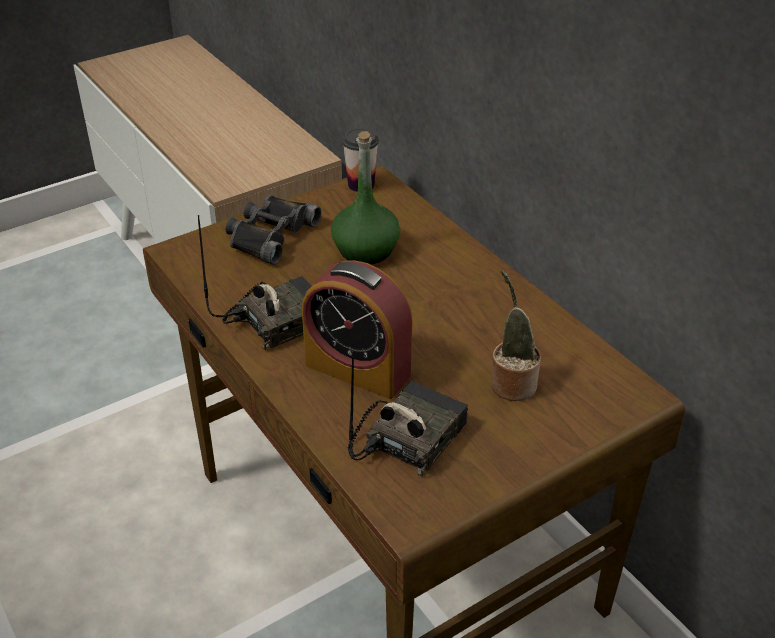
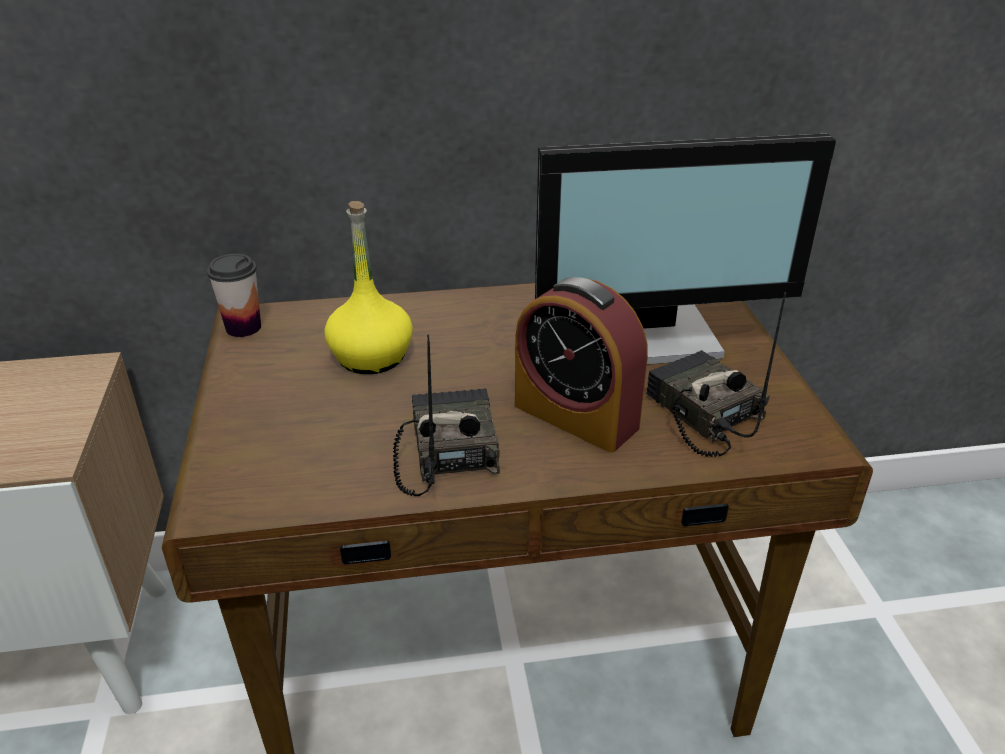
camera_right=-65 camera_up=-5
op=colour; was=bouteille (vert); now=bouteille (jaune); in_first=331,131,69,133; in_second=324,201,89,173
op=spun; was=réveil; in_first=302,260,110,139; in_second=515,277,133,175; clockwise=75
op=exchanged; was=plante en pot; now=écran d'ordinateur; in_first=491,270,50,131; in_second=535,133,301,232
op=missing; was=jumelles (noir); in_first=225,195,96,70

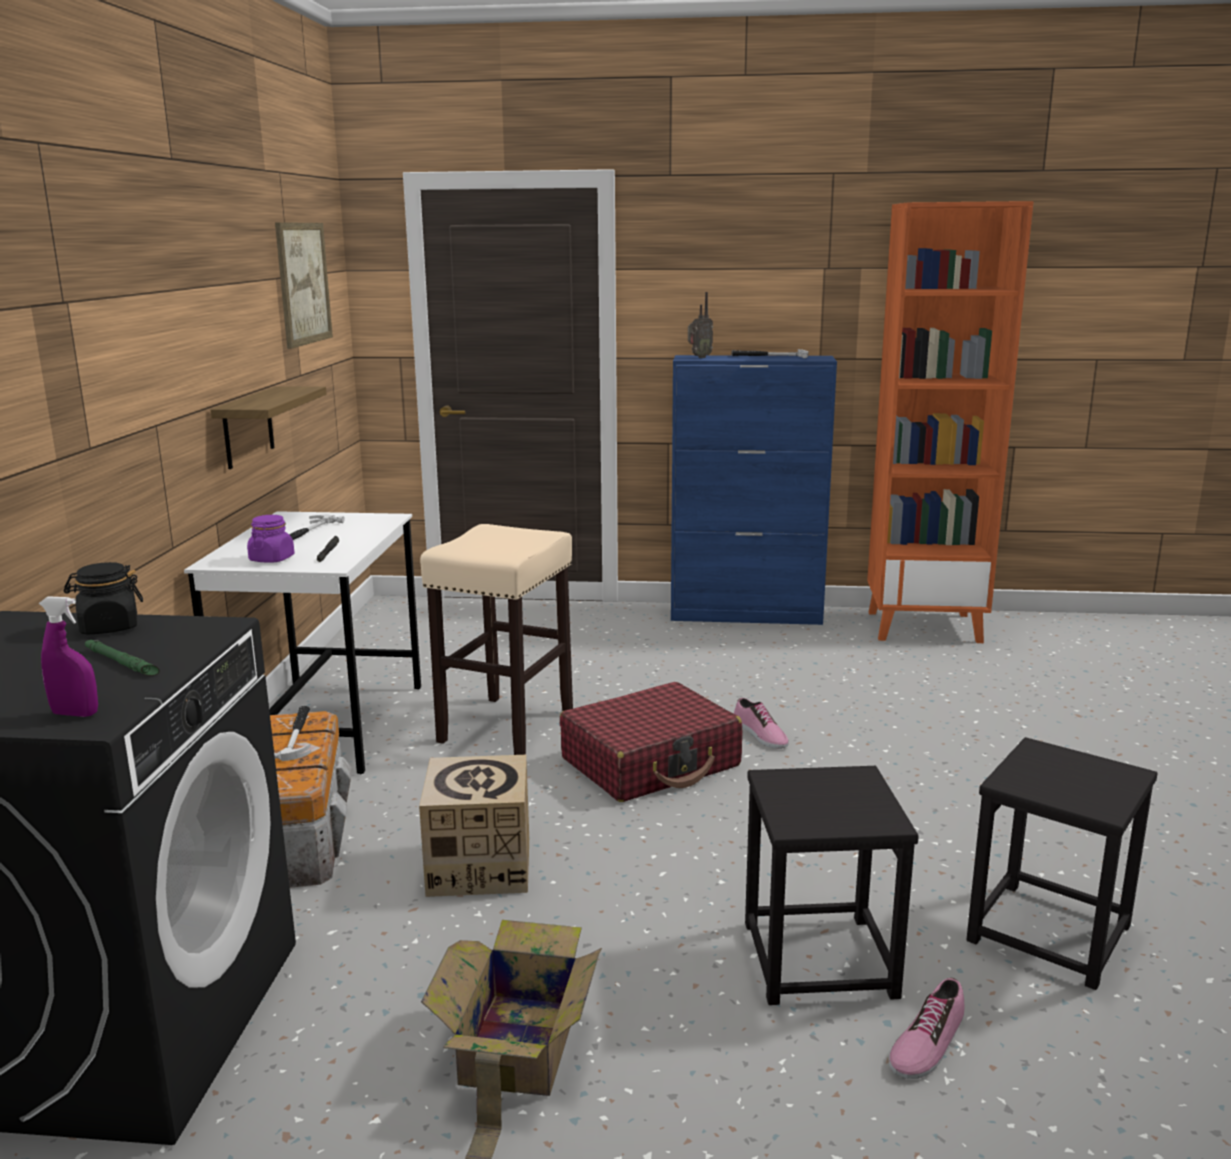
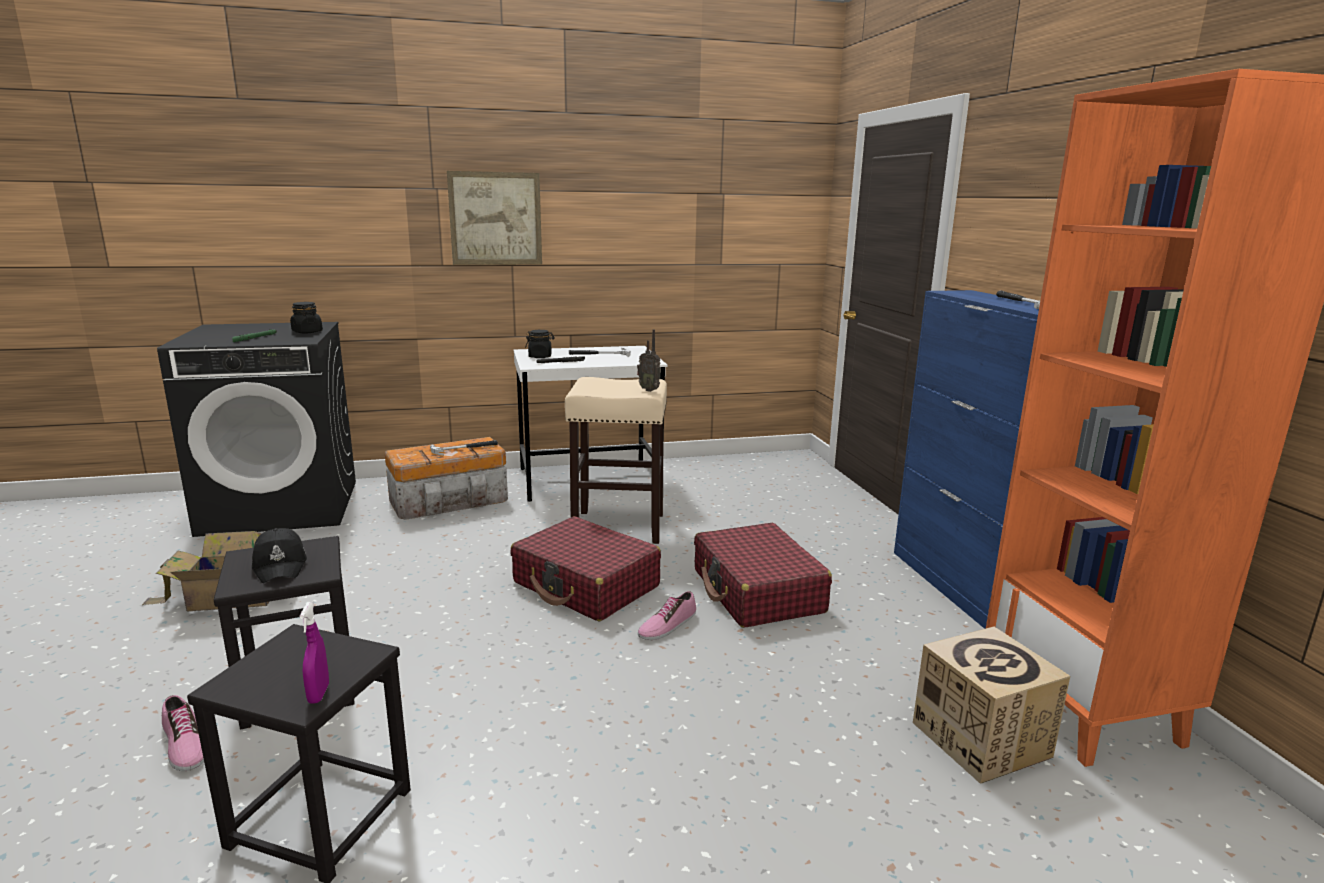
camera_right=70 camera_up=0
op=spun; was=chaussure; in_first=889,978,75,101; in_second=162,695,42,76; clockwise=-150
op=appeared; now=casquette (noir); in_second=252,528,55,55
op=relocated; was=vaporisateur (violet); in_first=39,596,59,121; in_second=299,602,30,102
op=relocated; was=tableau; in_first=275,222,58,127; in_second=447,171,95,94
op=colour; was=bocal (violet); now=bocal (noir); in_first=247,515,48,48; in_second=525,330,30,28
op=relocated; was=radio; in_first=688,292,25,66; in_second=637,329,24,63
op=appeared; now=valise (rouge); in_second=694,523,138,105
op=relocated; was=carton; in_first=419,755,110,142; in_second=913,626,157,158
op=missing; was=étagère; in_first=210,386,117,83

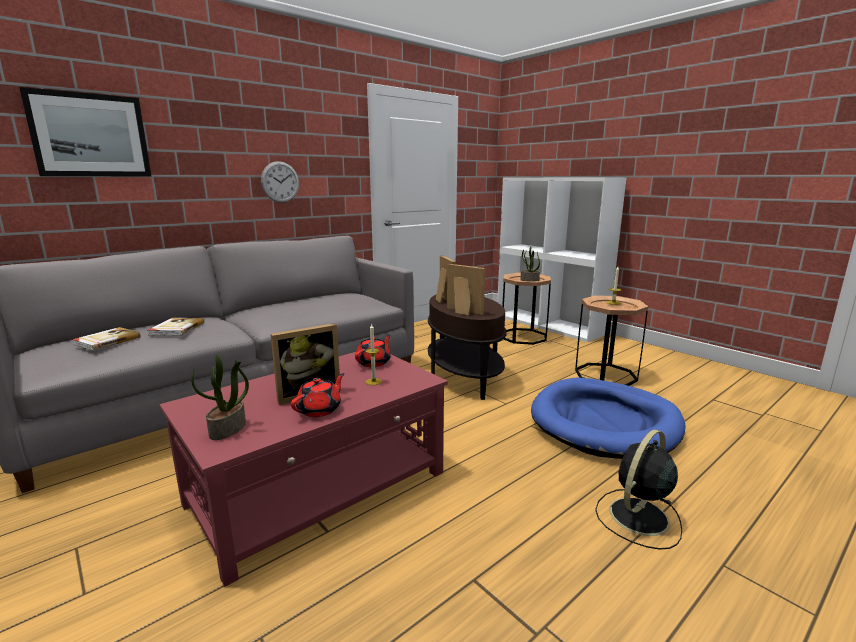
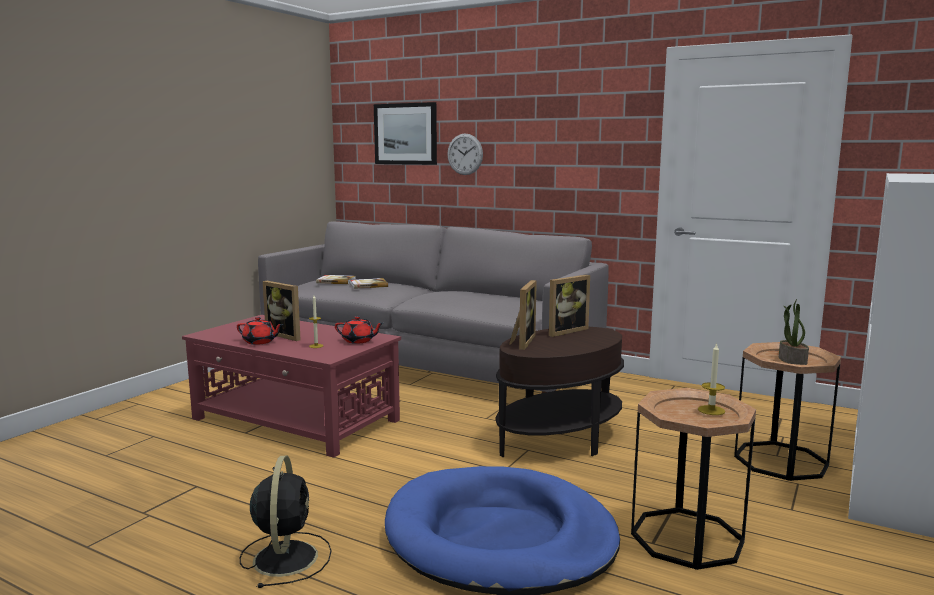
camera_right=70 camera_up=-5
op=spun; was=ventilateur (noir); in_first=595,430,87,120; in_second=239,456,92,132; clockwise=60
op=relocated; was=horloge murale; in_first=261,161,38,42; in_second=447,134,36,41
op=missing; was=plante en pot; in_first=191,354,58,86

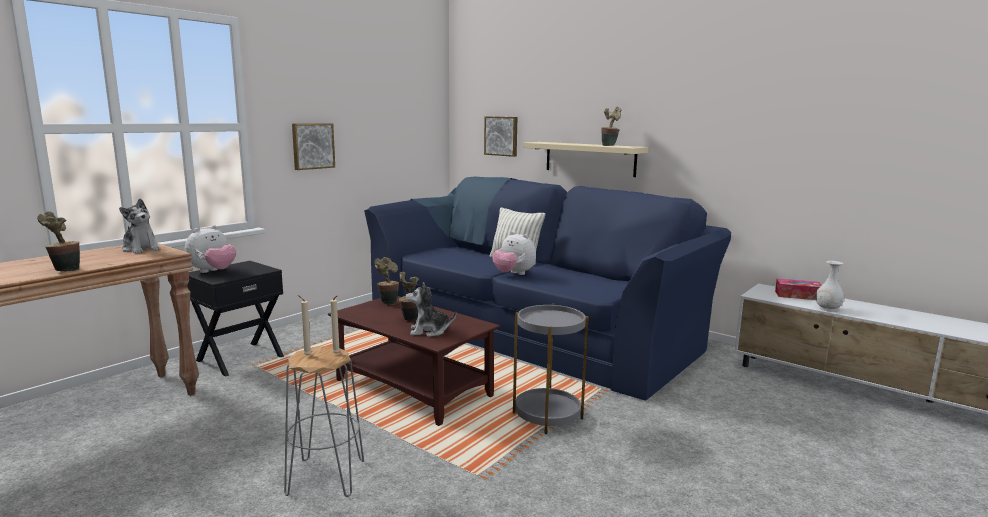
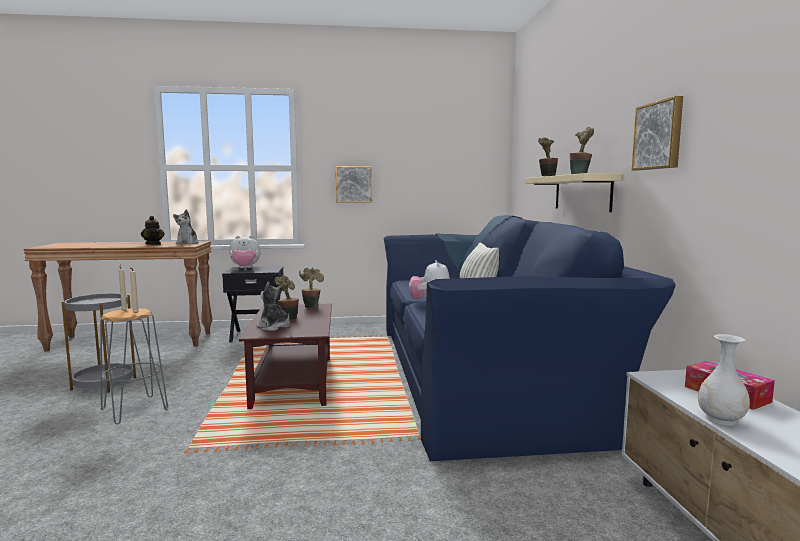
camera_right=45 camera_up=-5
op=relocated; was=table d'appoint (gris); in_first=513,303,76,131; in_second=62,293,74,100
op=appeared; now=théière; in_second=141,216,24,29
op=relocated; was=plante en pot; in_first=37,211,43,61; in_second=538,137,20,39
op=relocated; was=tableau; in_first=484,116,33,41; in_second=632,96,51,74

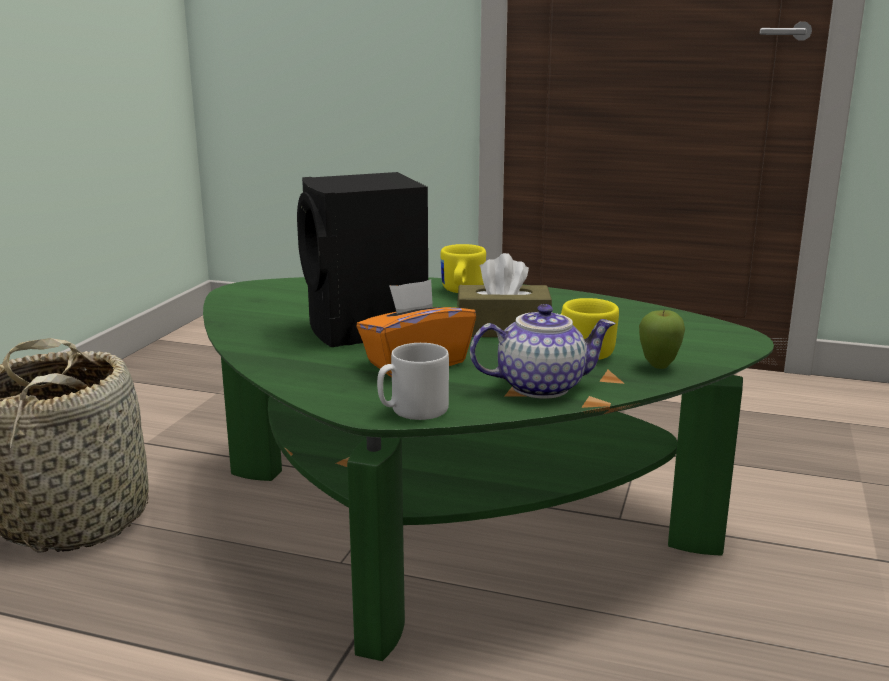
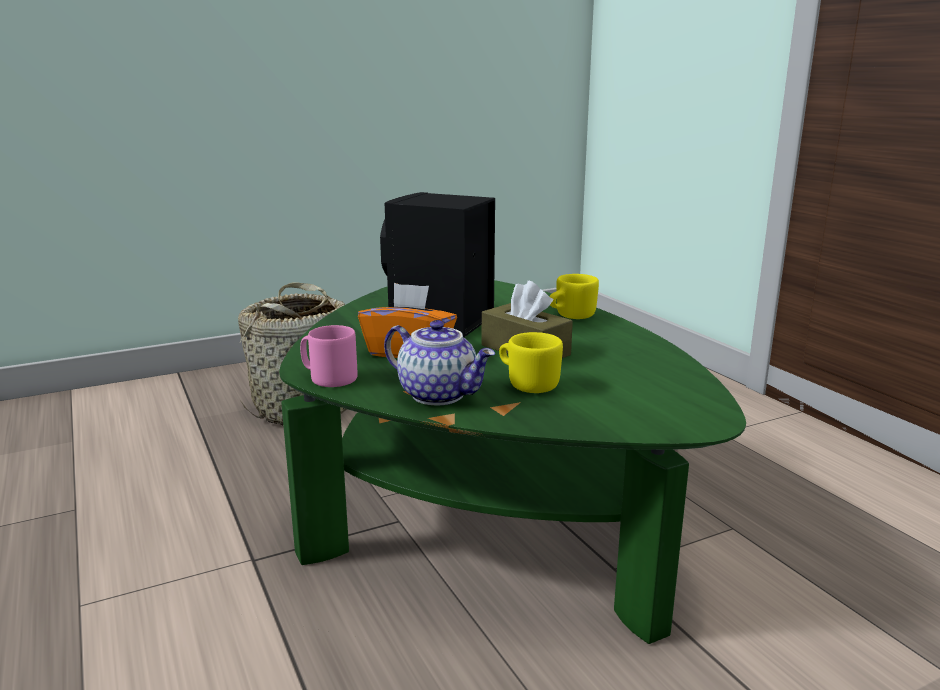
camera_right=45 camera_up=0
op=colour; was=mug (gris); now=mug (rose); in_first=377,343,72,77; in_second=300,325,58,62
op=missing; was=pomme; in_first=639,310,46,59

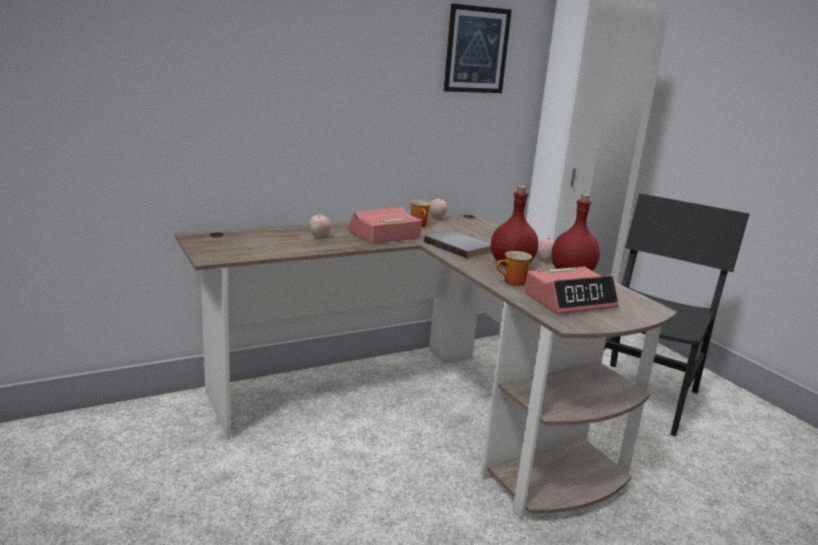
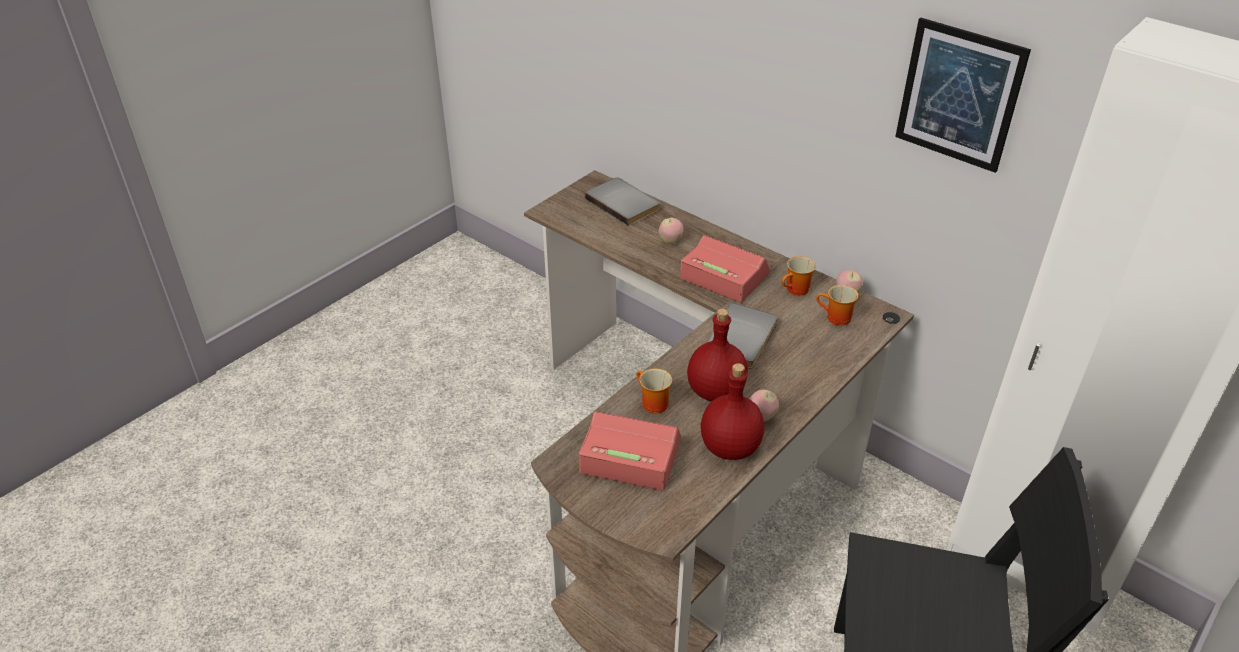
camera_right=70 camera_up=20
op=spun; was=réveil; in_first=525,267,94,47; in_second=579,411,102,79; clockwise=150
op=appeared; now=livre (gris); in_second=585,177,75,49
op=appeared; now=mug; in_second=816,285,42,41

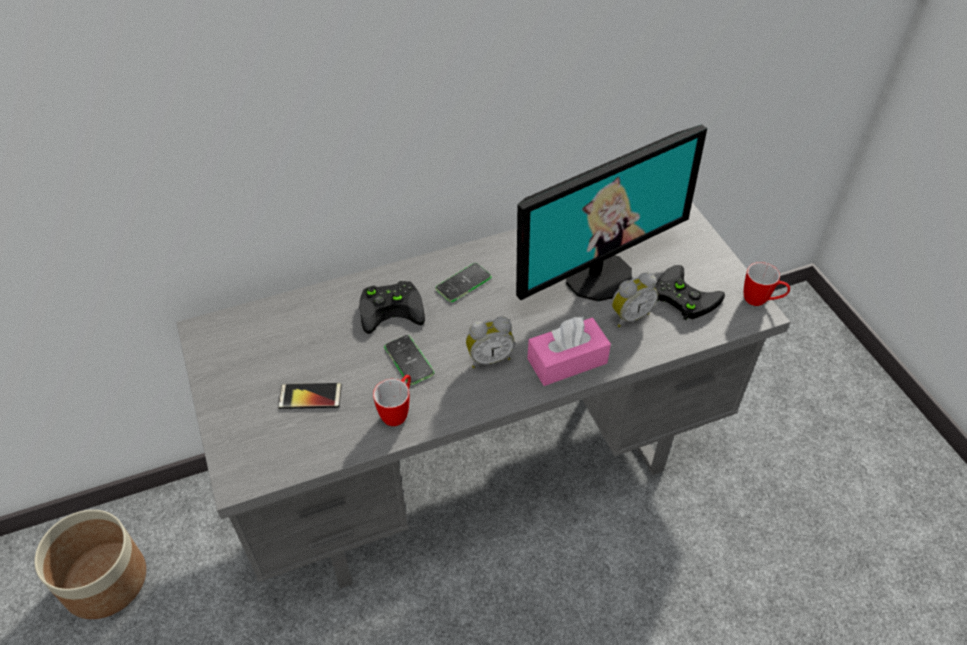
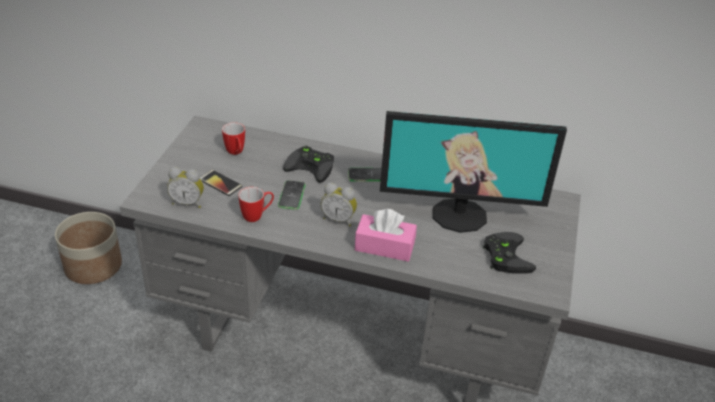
camera_right=35 camera_up=-10
op=relocated; was=réveil; in_first=612,272,46,55; in_second=167,167,37,41
op=relocated; was=mug; in_first=744,262,46,44; in_second=222,122,23,33

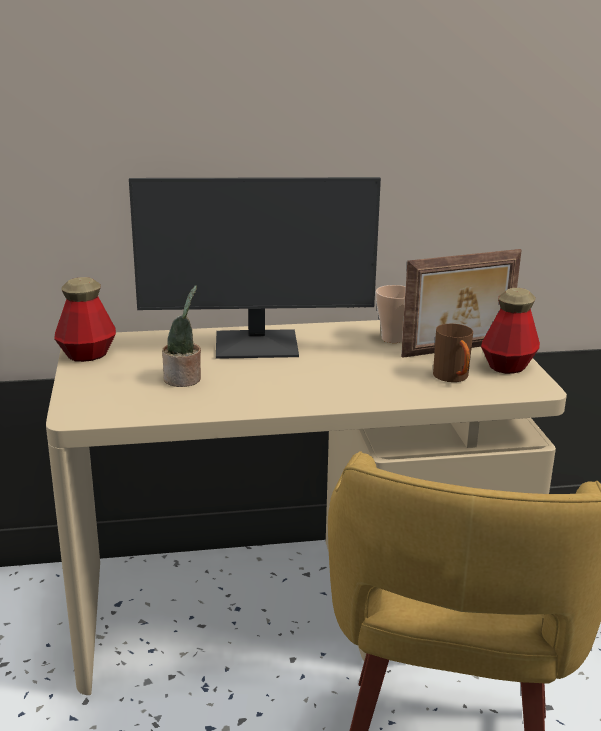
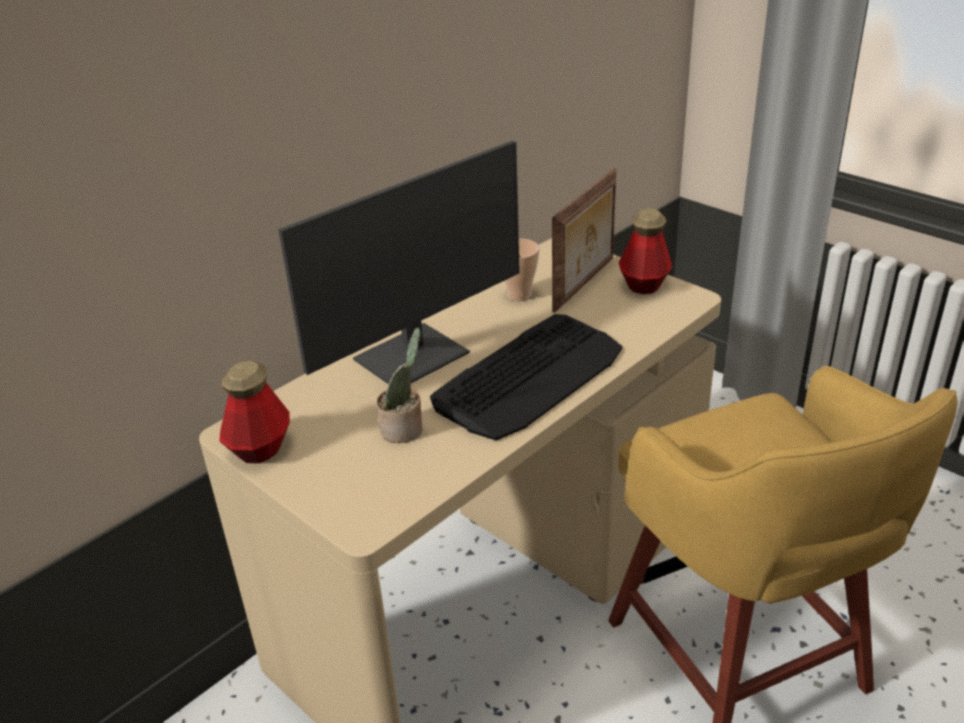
camera_right=-35 camera_up=10
op=appeared; now=clavier; in_second=430,314,192,126
op=missing; was=mug (marron); in_first=433,324,40,58

